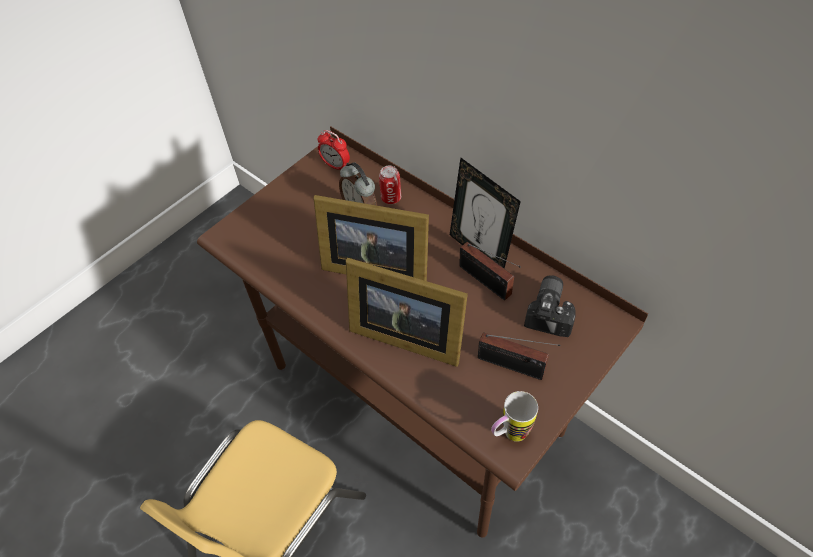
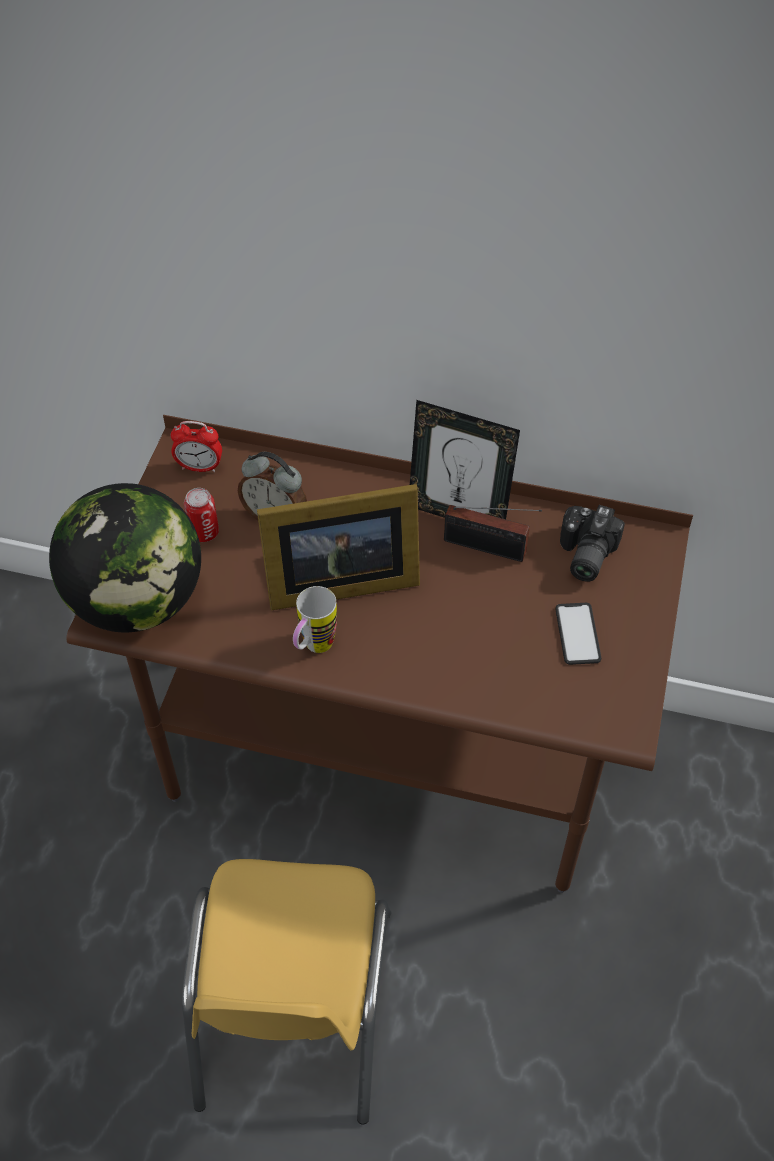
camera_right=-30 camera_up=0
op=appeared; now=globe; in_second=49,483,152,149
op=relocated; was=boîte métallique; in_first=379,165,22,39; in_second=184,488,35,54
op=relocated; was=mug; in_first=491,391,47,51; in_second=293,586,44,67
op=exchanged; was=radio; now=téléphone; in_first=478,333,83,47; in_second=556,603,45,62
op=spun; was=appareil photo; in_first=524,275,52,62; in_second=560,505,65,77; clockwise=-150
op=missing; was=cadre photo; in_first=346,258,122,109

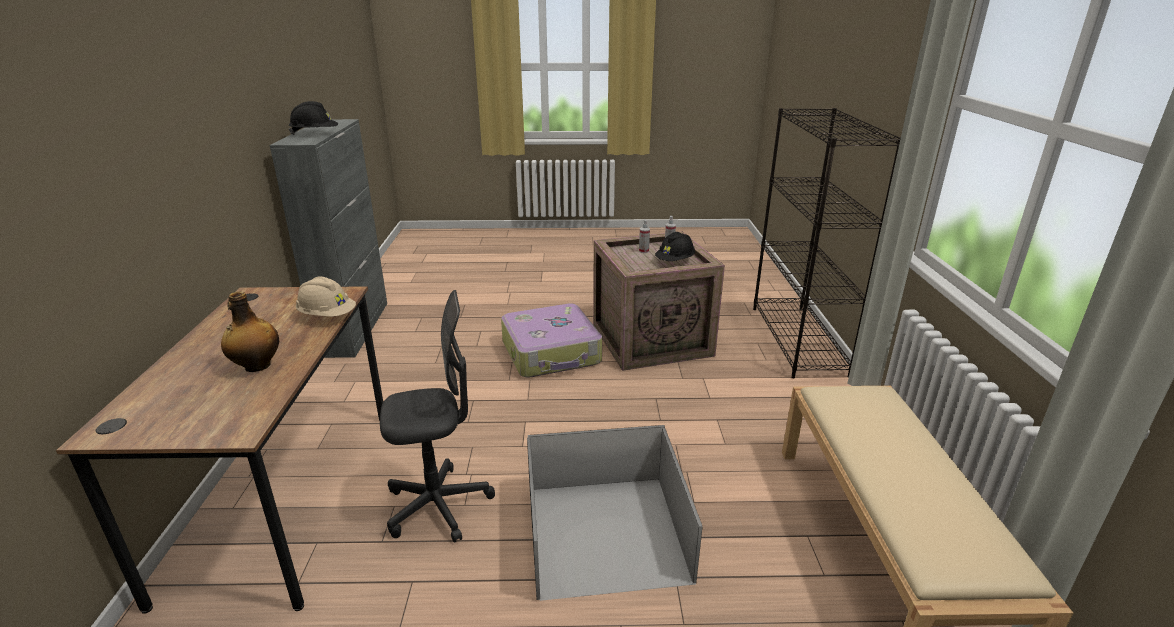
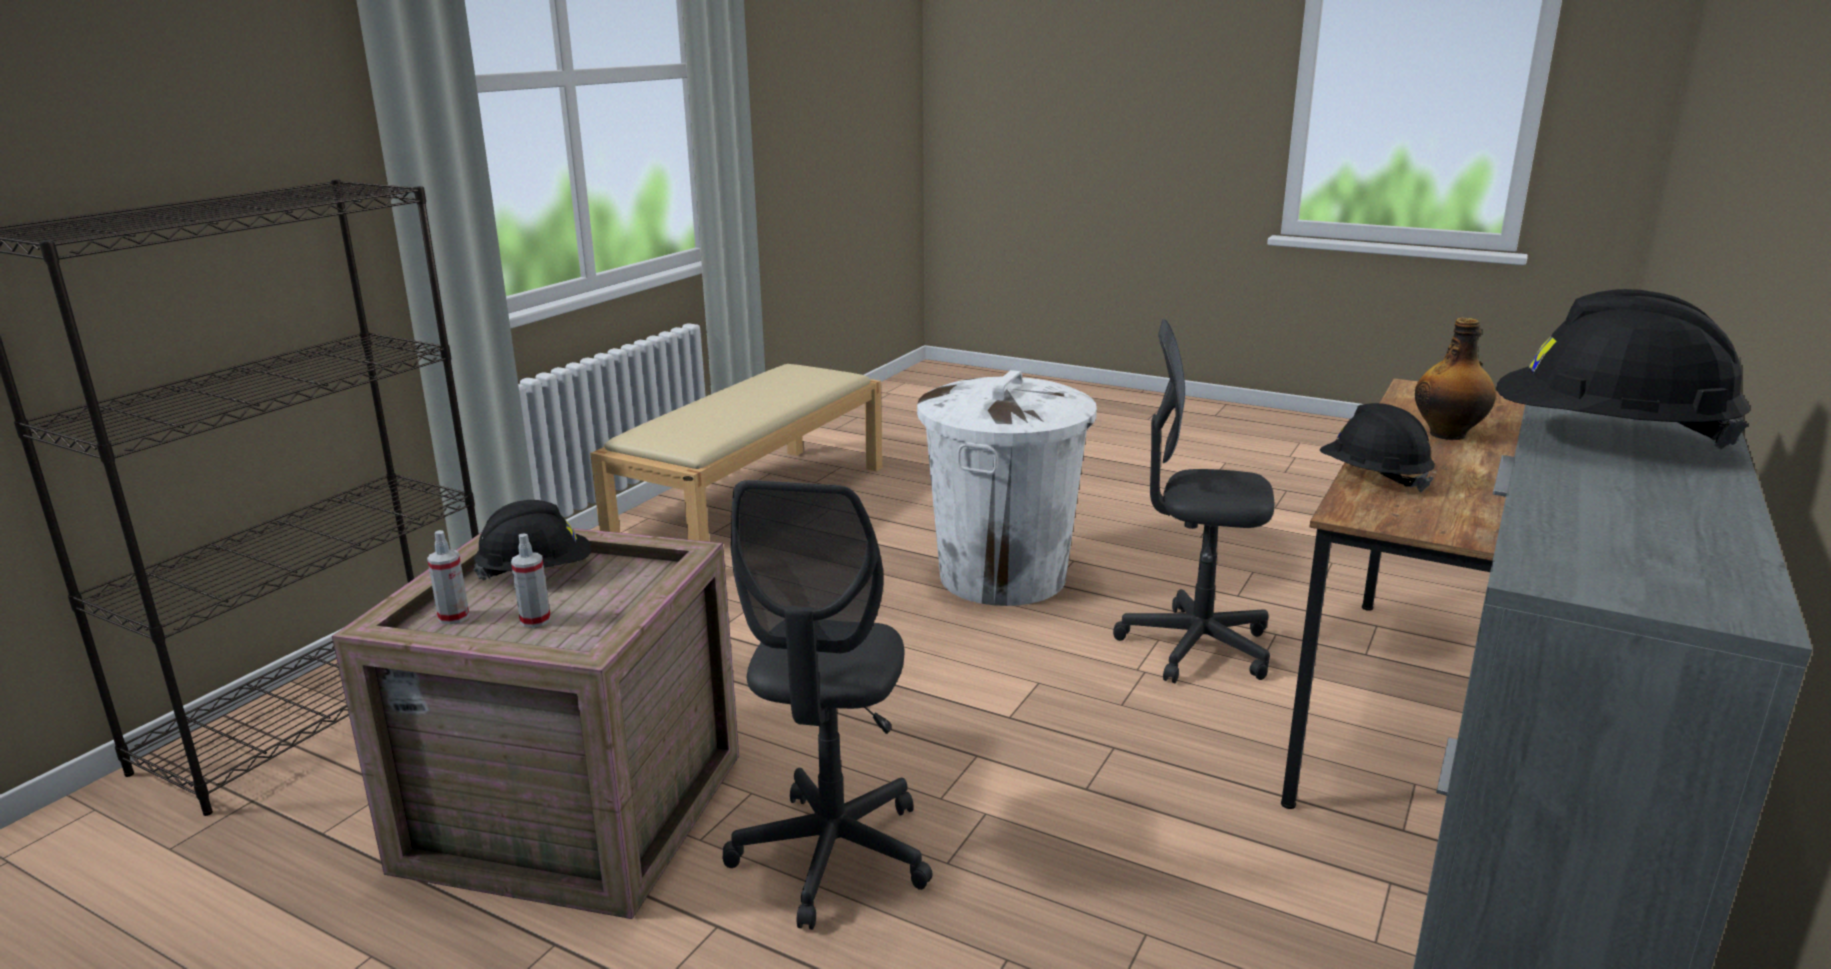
camera_right=-150 camera_up=-5
op=exchanged; was=valise; now=chaise de bureau (gris); in_first=501,303,101,75; in_second=723,480,210,450
op=exchanged; was=boîte de rangement (noir); now=poubelle (blanc); in_first=527,425,176,176; in_second=917,370,180,236
op=colour; was=casque de chantier (beige); now=casque de chantier (noir); in_first=296,276,60,41; in_second=1320,403,115,89

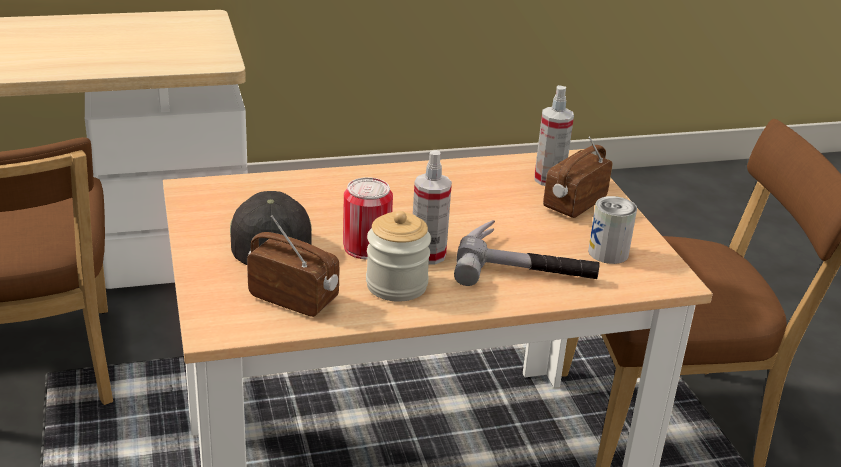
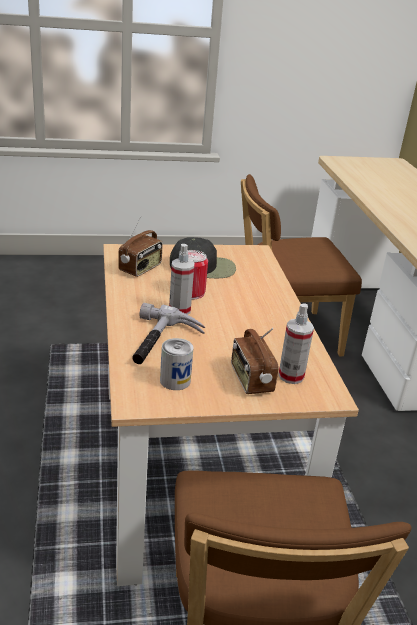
camera_right=95 camera_up=0
op=spun; was=radio; in_first=543,136,69,82; in_second=231,328,47,66; clockwise=-150
op=missing; was=bocal; in_first=366,211,65,91

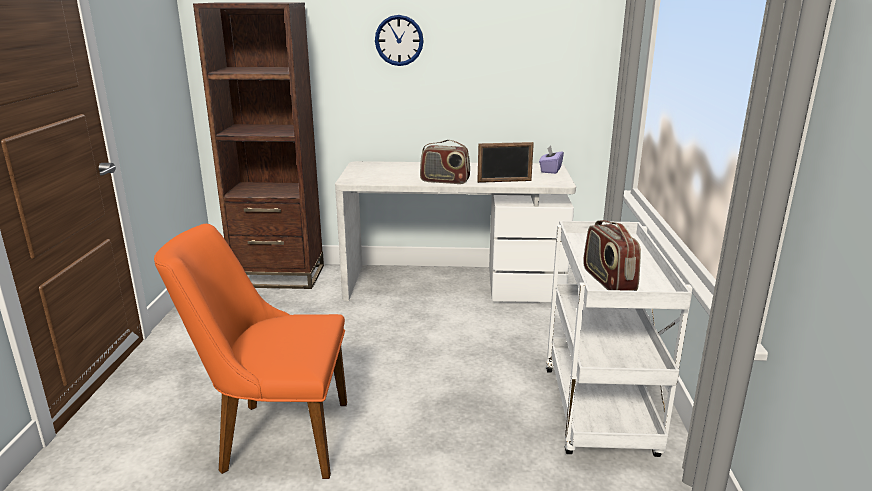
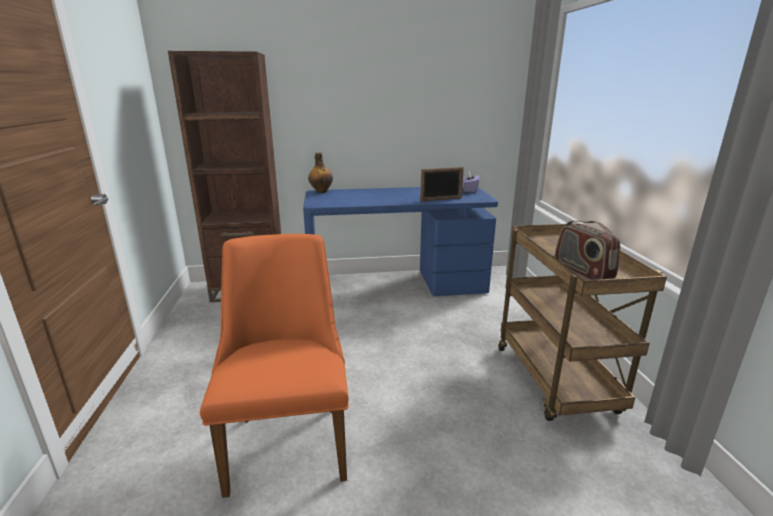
camera_right=-10 camera_up=0
op=spun; was=chaise (orange); in_first=154,224,193,255; in_second=200,234,149,264; clockwise=90
op=colour; was=bureau (blanc); now=bureau (bleu); in_first=335,161,241,141; in_second=303,186,195,110
op=appeared; now=bouteille; in_second=308,152,25,41
op=colour; was=chariot (blanc); now=chariot (marron); in_first=546,221,146,236; in_second=498,223,169,198
op=missing; was=horloge murale; in_first=375,15,49,51
op=missing; was=radio; in_first=420,140,50,44

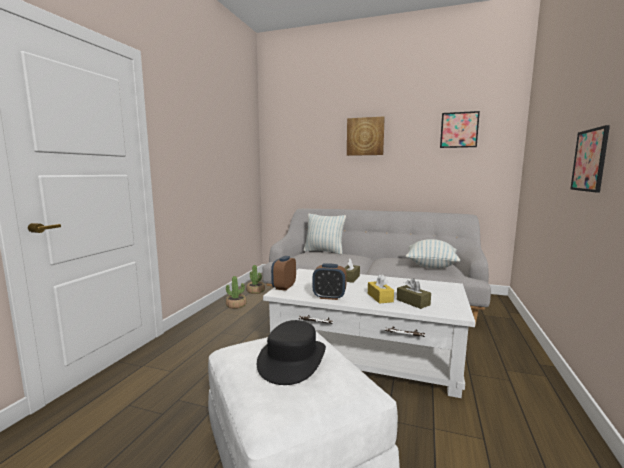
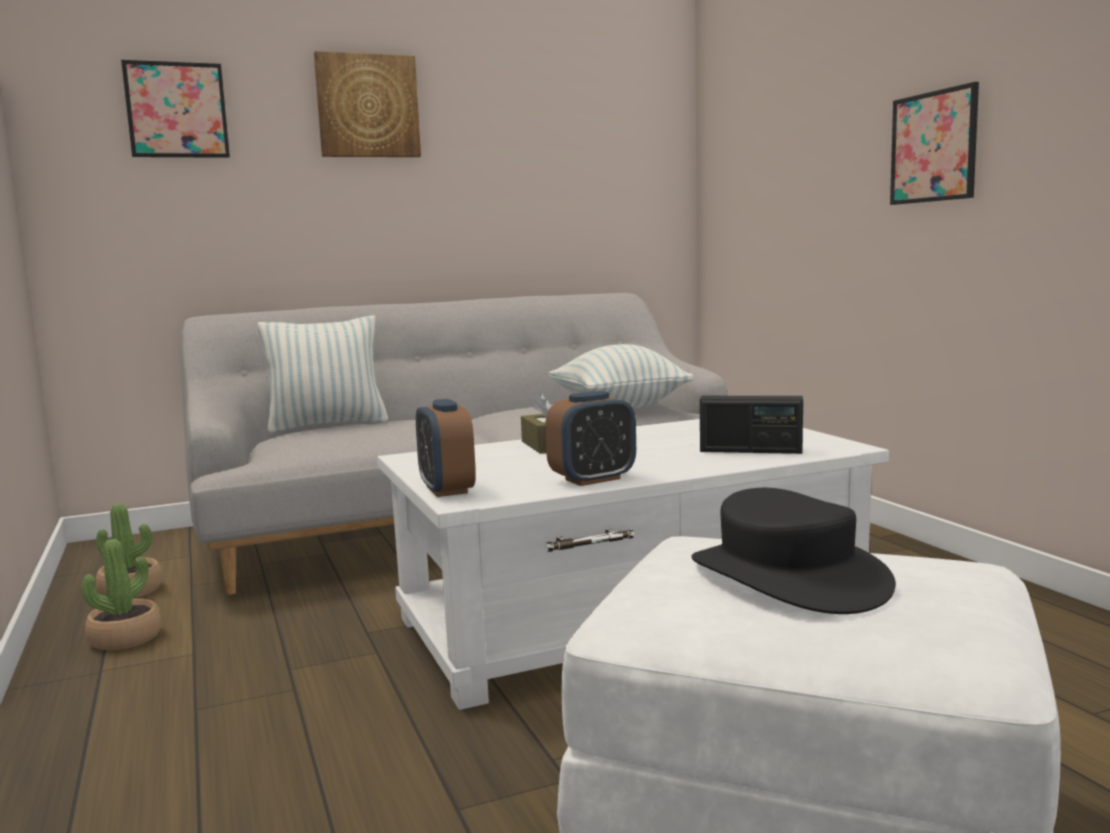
camera_right=-40 camera_up=0
op=relocated; was=tableau; in_first=440,111,40,37; in_second=121,60,109,98
op=exchanged; was=boîte à mouchoirs (marron); now=radio; in_first=397,278,34,31; in_second=700,396,103,58
op=missing; was=boîte à mouchoirs (jaune); in_first=368,274,26,30

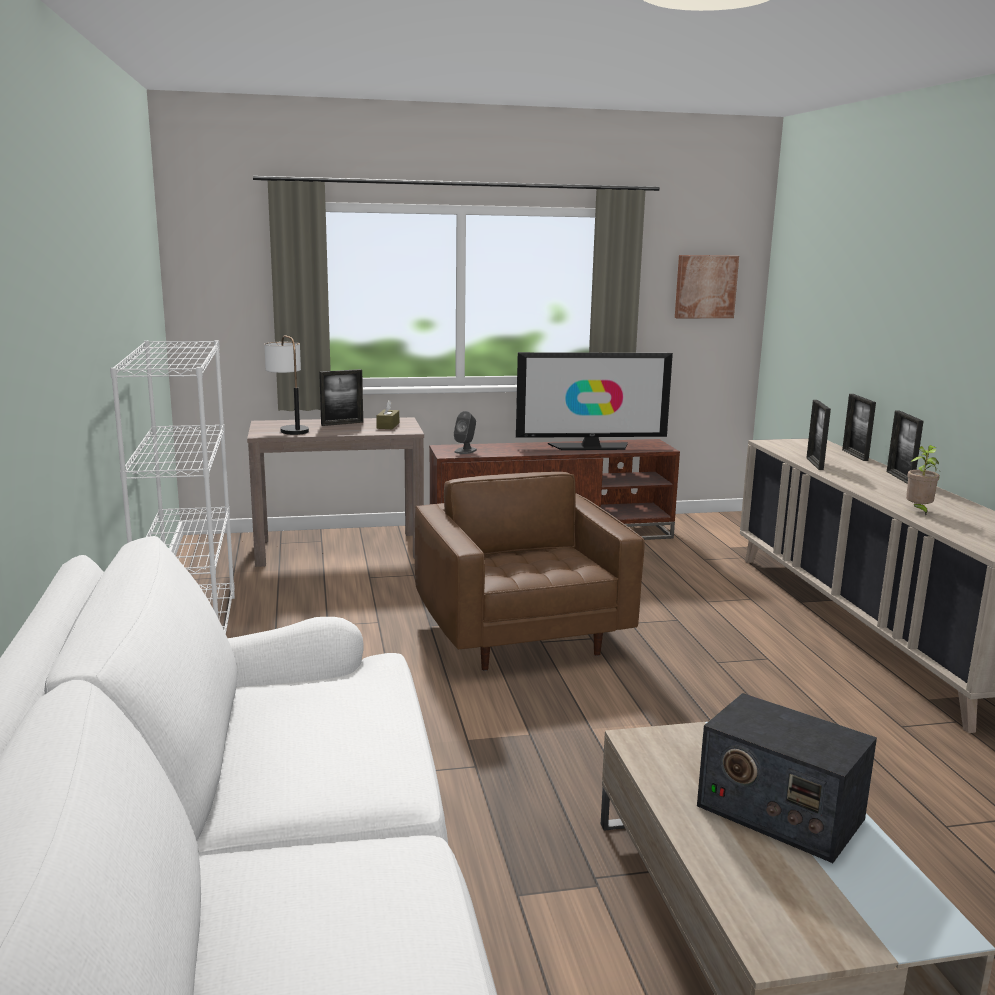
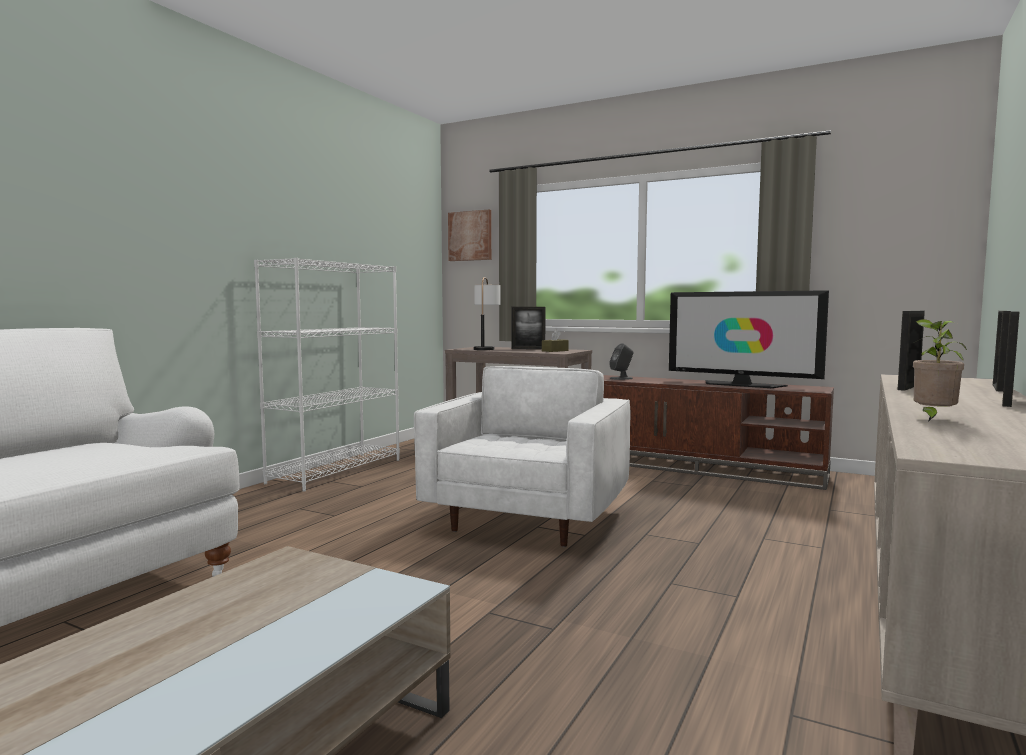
camera_right=40 camera_up=-10
op=colour; was=fauteuil (marron); now=fauteuil (blanc); in_first=415,472,230,199; in_second=414,366,217,181
op=relocated; was=tableau; in_first=675,255,64,63; in_second=448,210,43,51
op=missing; was=radio; in_first=697,693,180,170

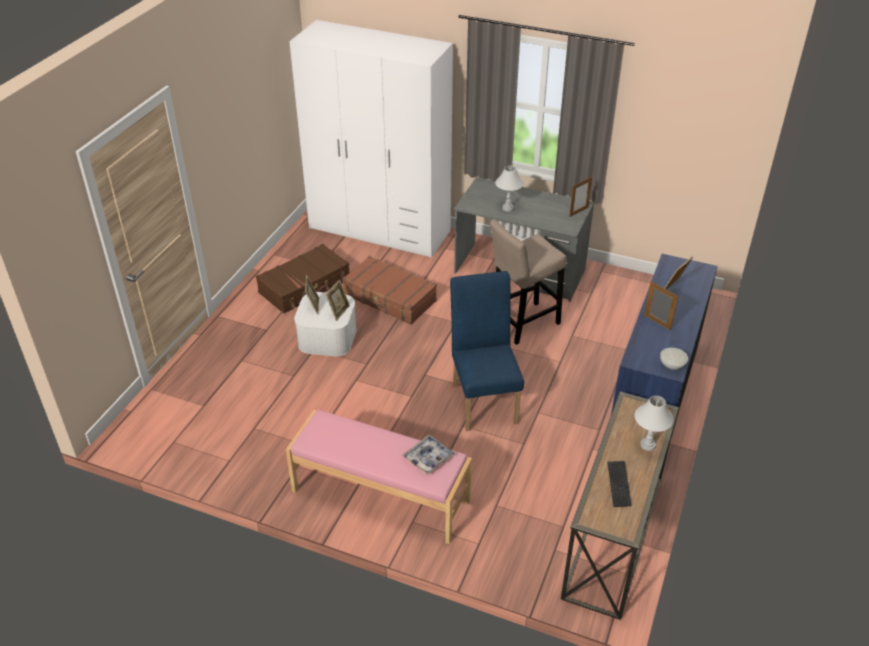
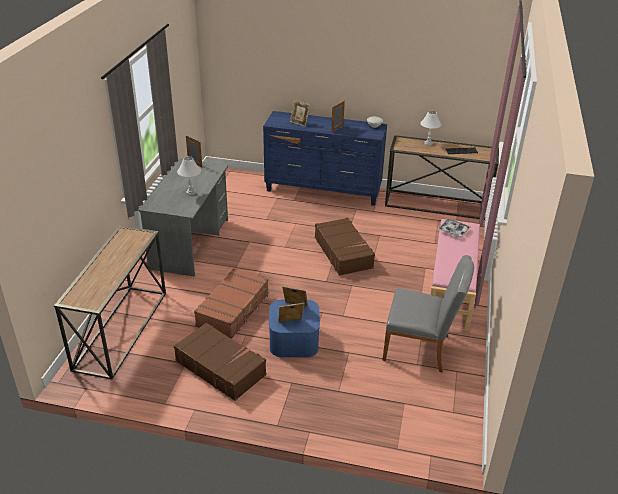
camera_right=-100 camera_up=-5
op=exchanged; was=armoire (blanc); now=table console; in_first=290,20,163,238; in_second=54,225,112,154
op=colour; was=boîte de rangement (blanc); now=boîte de rangement (bleu); in_first=294,292,63,64; in_second=269,300,51,57
op=exchanged; was=chaise (bleu); now=valise (marron); in_first=450,271,74,160; in_second=315,218,60,58
op=appeared; now=chaise (gris); in_second=382,255,92,118
op=missing; was=tabouret (beige); in_first=490,220,76,125

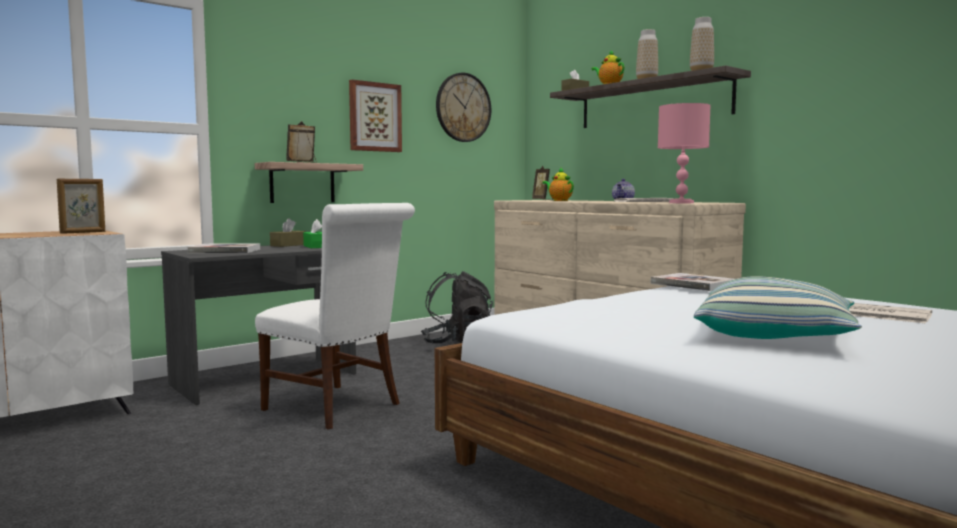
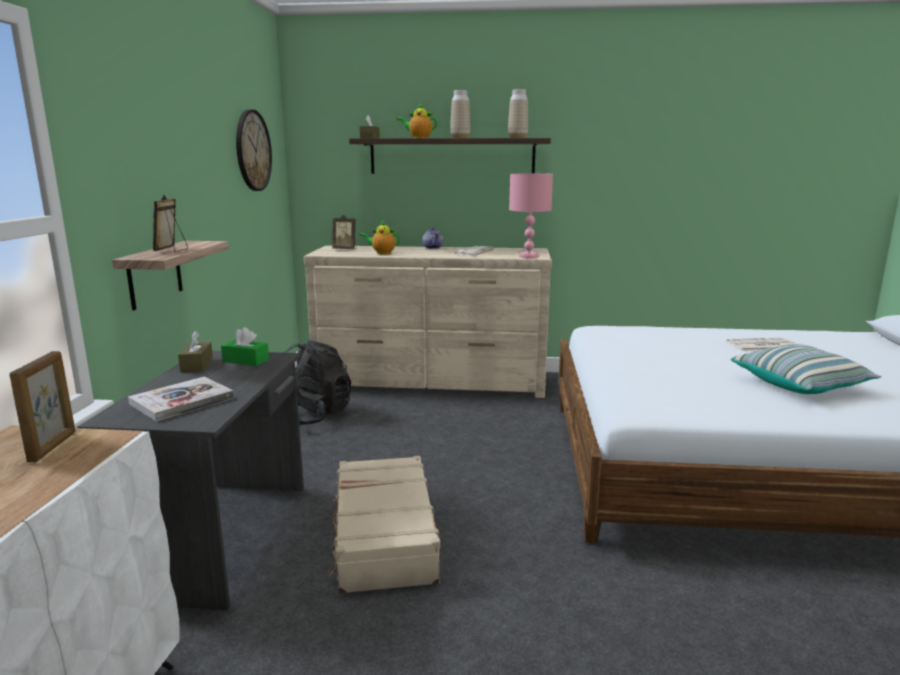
camera_right=-45 camera_up=10
op=exchanged; was=chaise (blanc); now=valise (beige); in_first=255,203,160,227; in_second=329,456,111,138
op=missing; was=tableau; in_first=349,79,53,73
op=missing; was=livre; in_first=651,273,83,18

